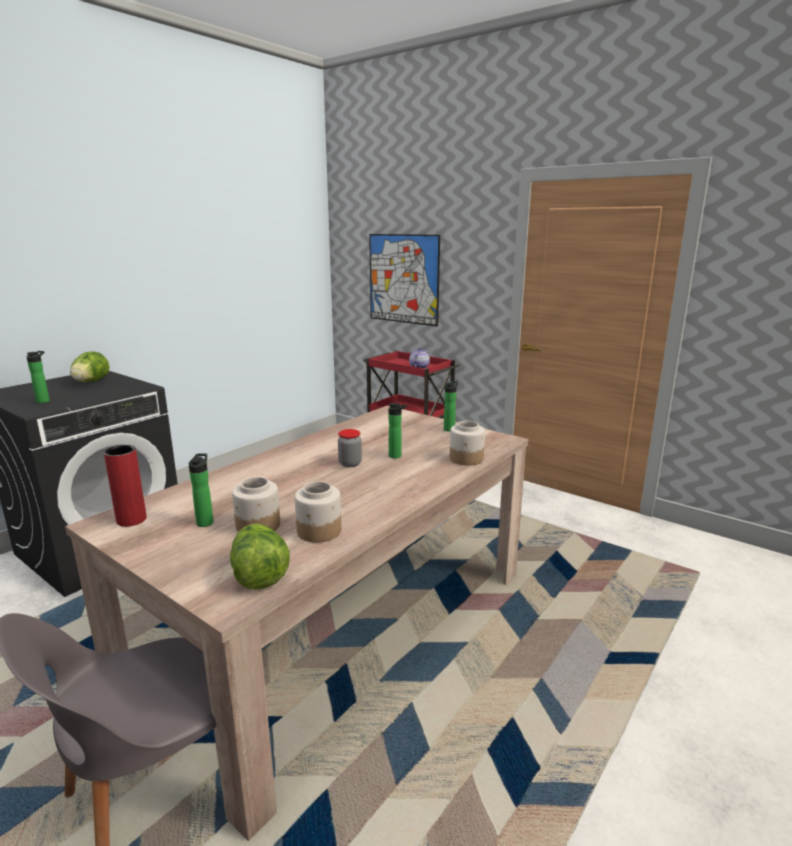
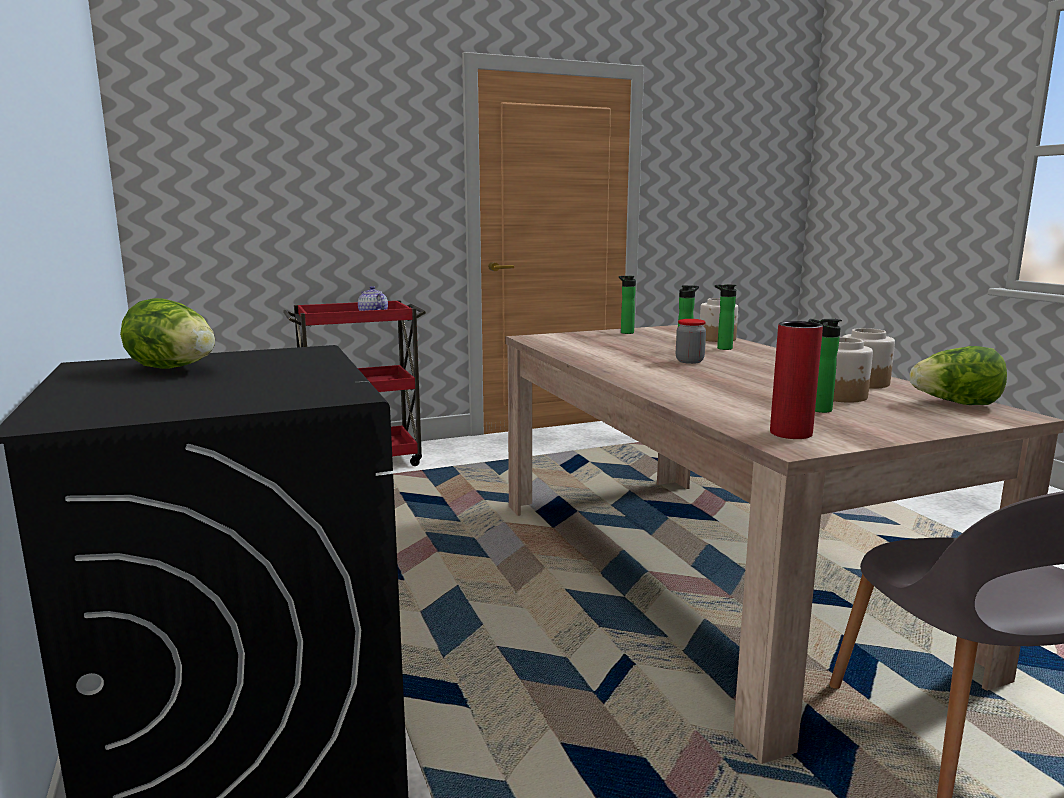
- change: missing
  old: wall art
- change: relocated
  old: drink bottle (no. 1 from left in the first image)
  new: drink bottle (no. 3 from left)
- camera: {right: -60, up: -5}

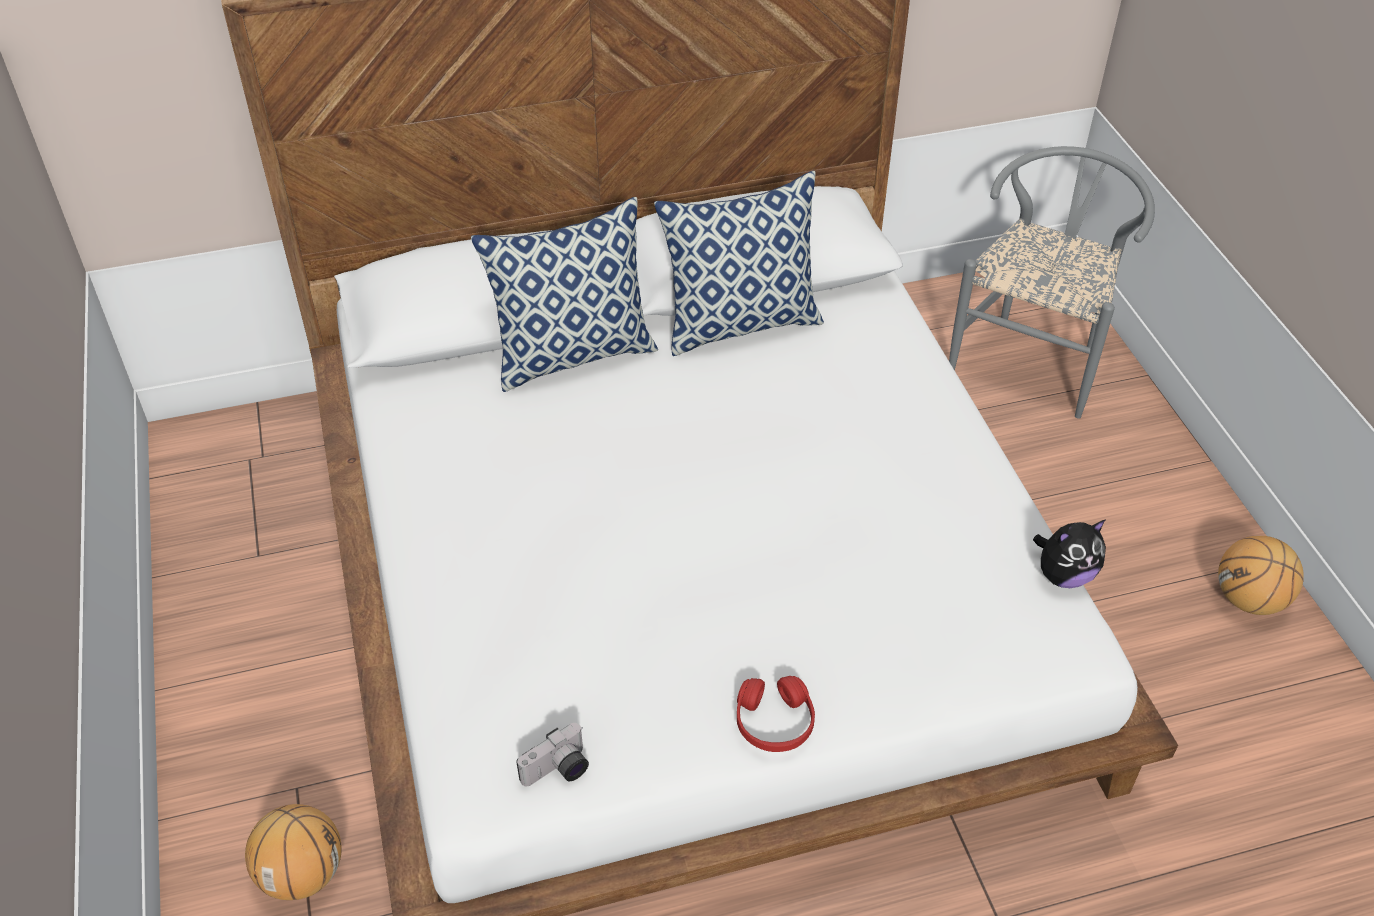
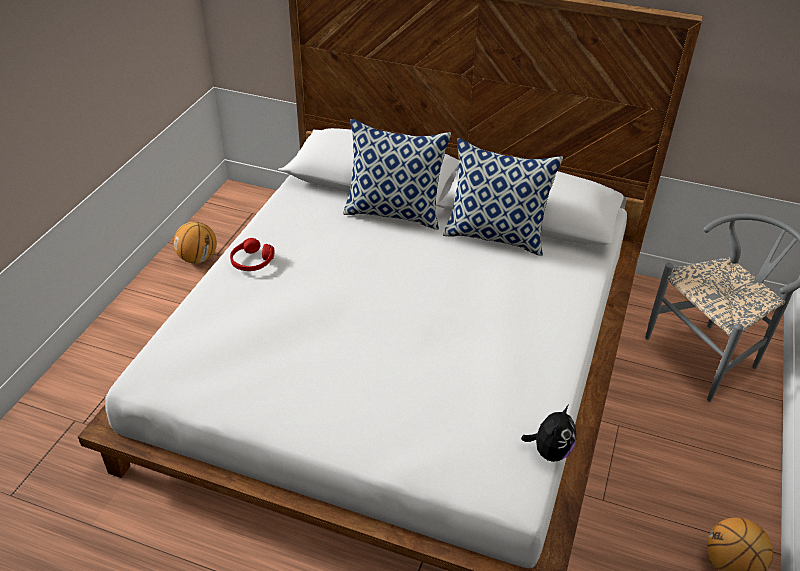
- change: spun
  old: soft toy
  degrees: -75
- change: relocated
  old: pair of headphones (red)
- change: missing
  old: photo camera
- change: relocated
  old: basketball (no. 1 from left)
- camera: {right: 35, up: -5}

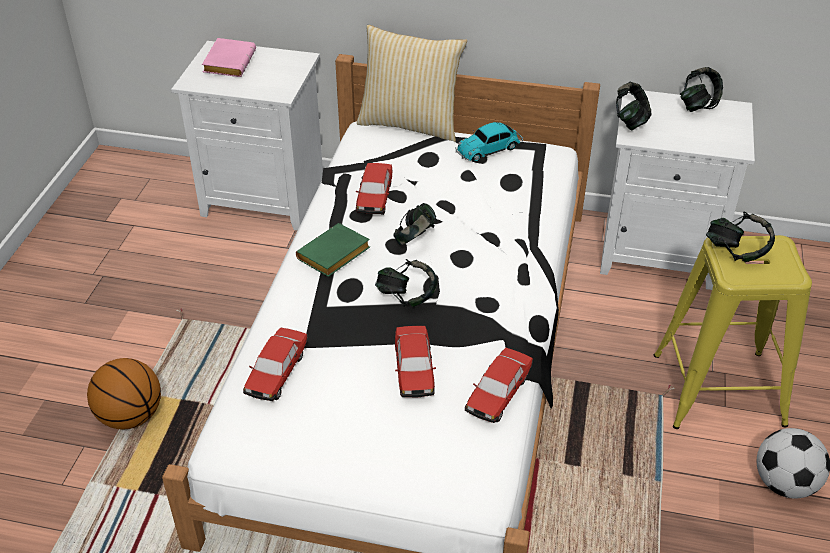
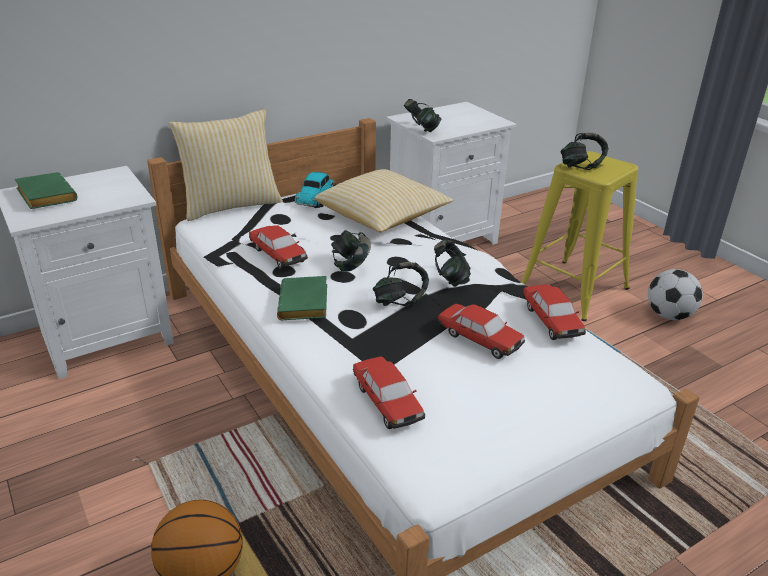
- change: colour
  old: book (pink)
  new: book (green-coloured) (no. 1 from left)
- change: relocated
  old: pair of headphones (no. 4 from left)
- change: appeared
  new: throw pillow (no. 2 from left)
- camera: {right: -45, up: -10}

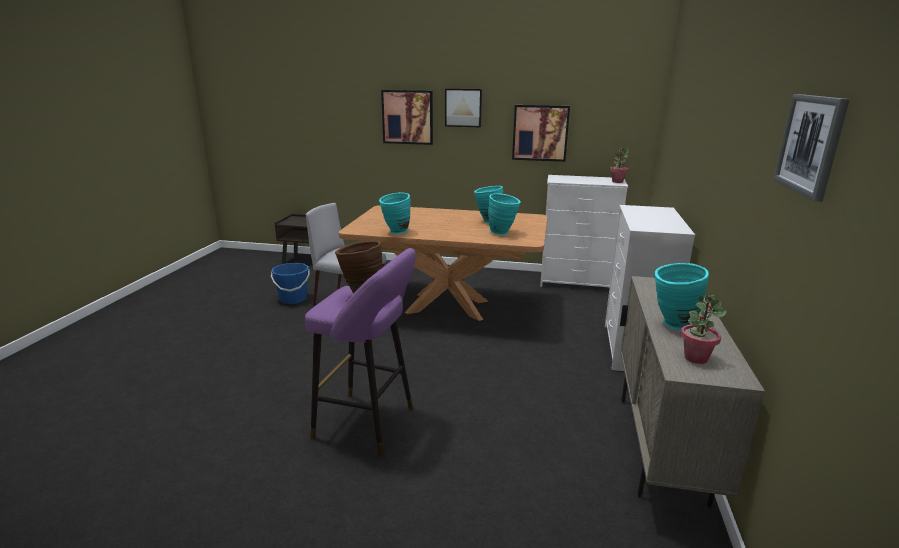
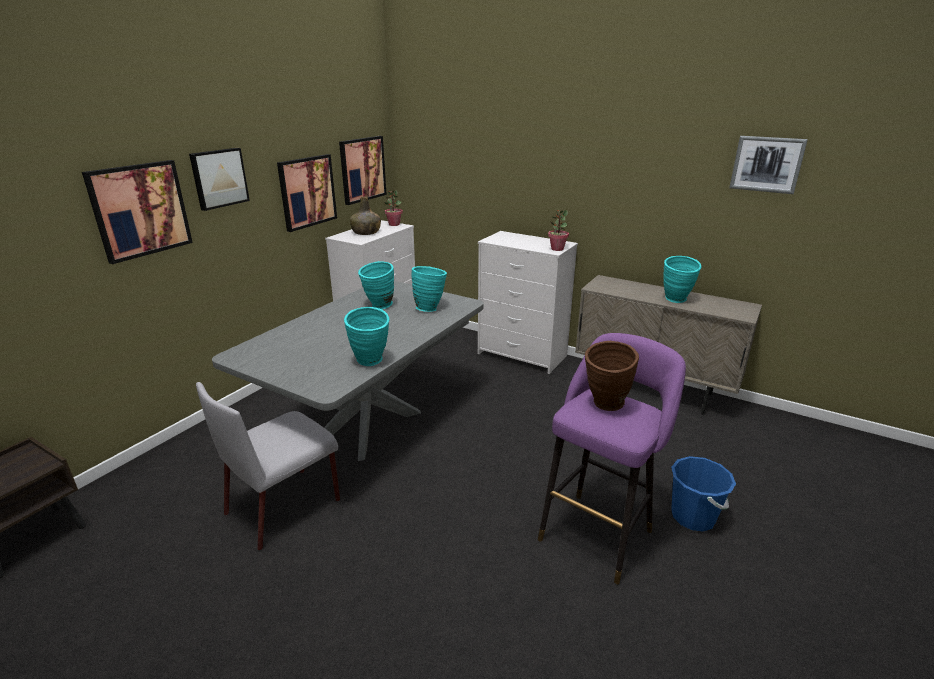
- change: colour
  old: dining table (brown)
  new: dining table (greyish)
- change: relocated
  old: bucket (bluish)
- change: relocated
  old: potted plant (no. 2 from left)
- change: appeared
  new: wall art (no. 4 from left)
- change: appeared
  new: drink bottle (green-coloured)
- camera: {right: -70, up: 5}

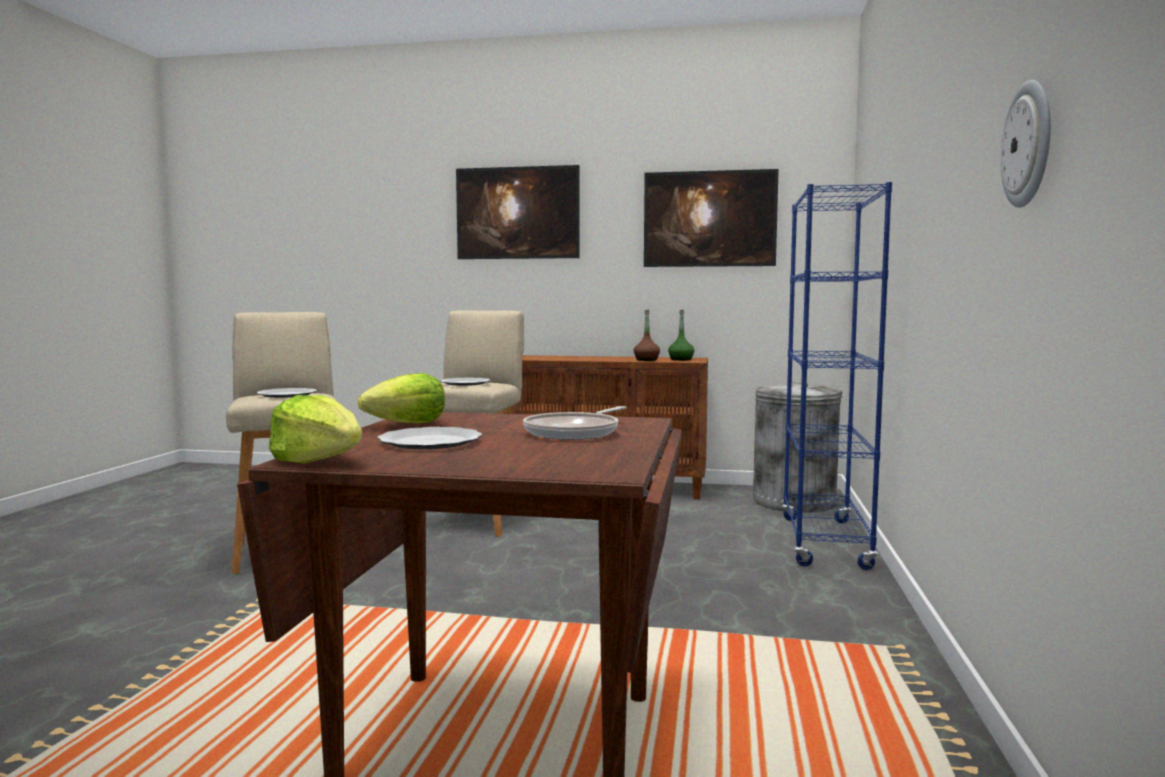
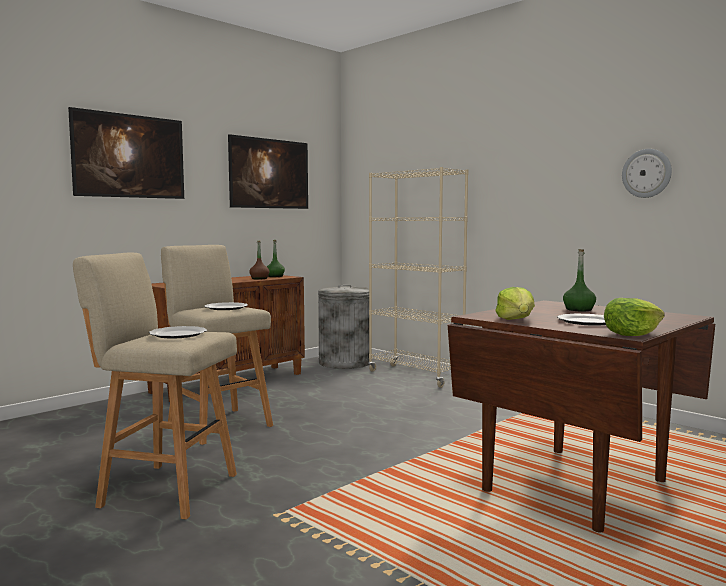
- change: colour
  old: bookcase (bluish)
  new: bookcase (beige)
- change: exchanged
  old: pan
  new: drink bottle (green-coloured) (no. 2 from left)
- camera: {right: -55, up: 0}

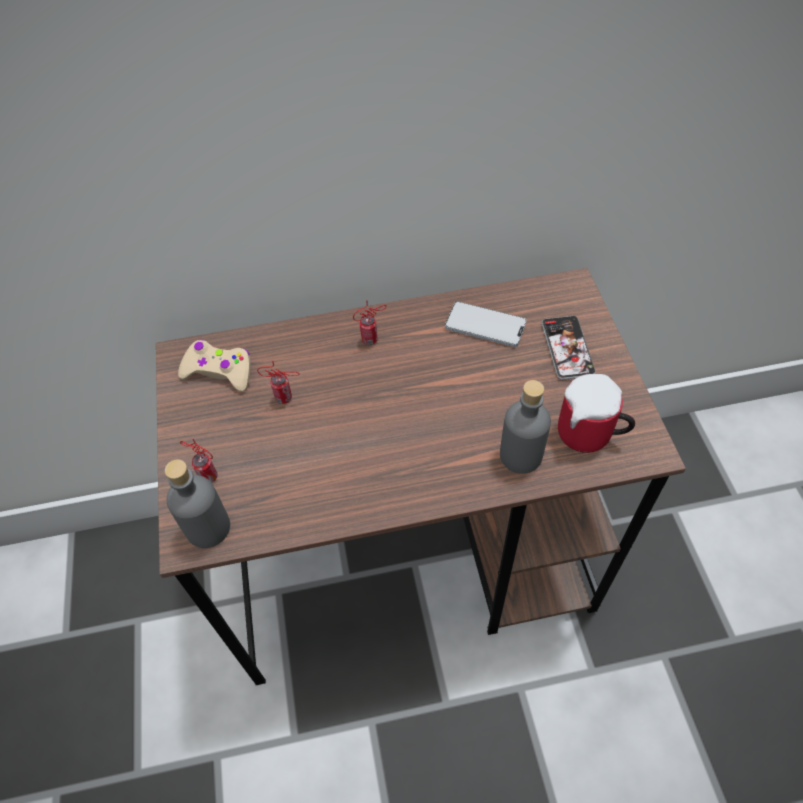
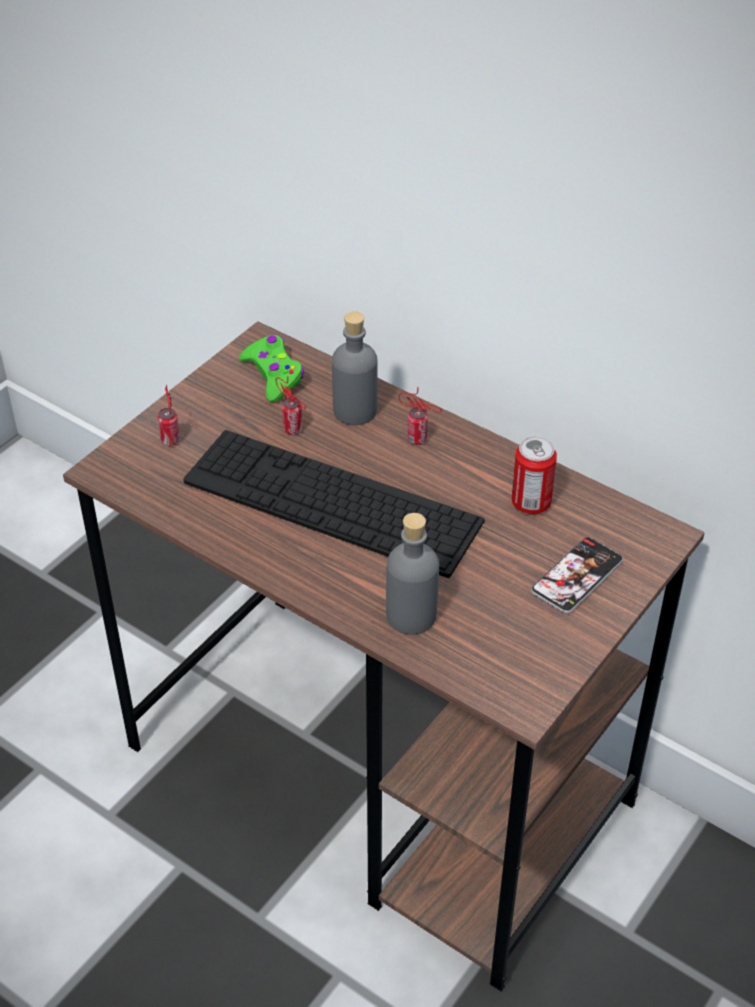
- change: exchanged
  old: phone (no. 1 from left)
  new: can (no. 4 from left)
- change: colour
  old: gamepad (beige)
  new: gamepad (green-coloured)
- change: missing
  old: mug
- change: relocated
  old: drink bottle (greyish) (no. 1 from left)
- change: appeared
  new: computer keyboard
- camera: {right: 45, up: -10}

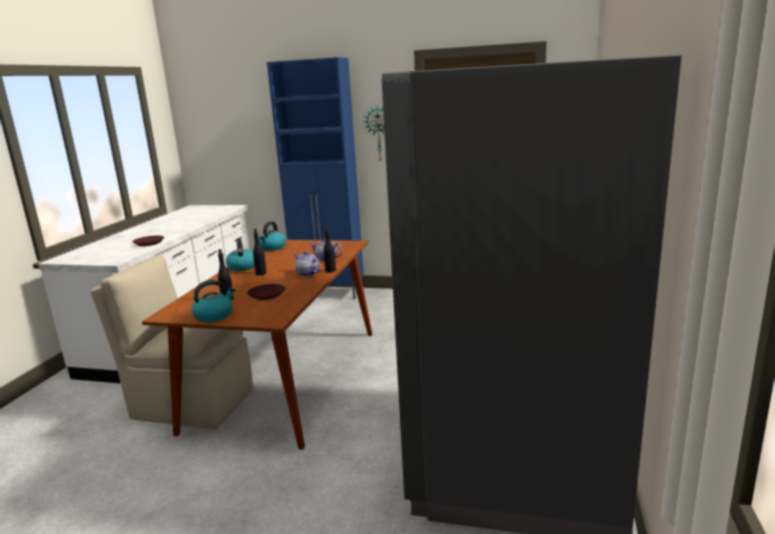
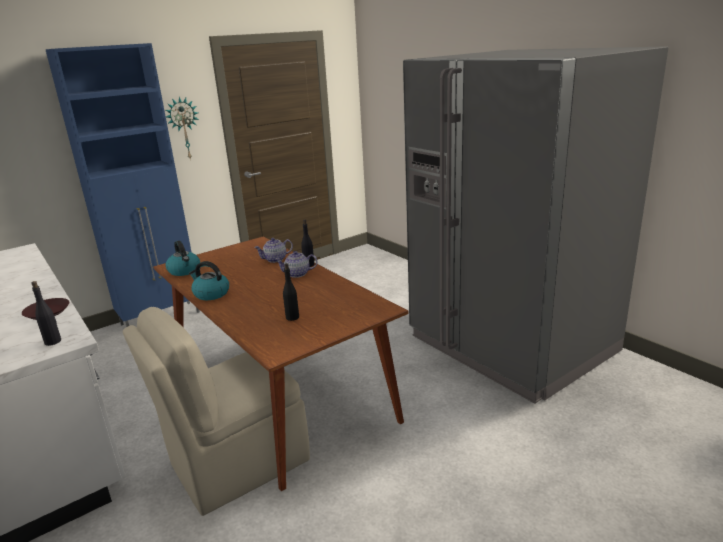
- change: relocated
  old: drink bottle (black-coloured) (no. 2 from left in the first image)
  new: drink bottle (black-coloured) (no. 1 from left)
- change: missing
  old: kettle (no. 1 from left)
- change: missing
  old: plate (brown) (no. 2 from left)
- camera: {right: -50, up: 5}

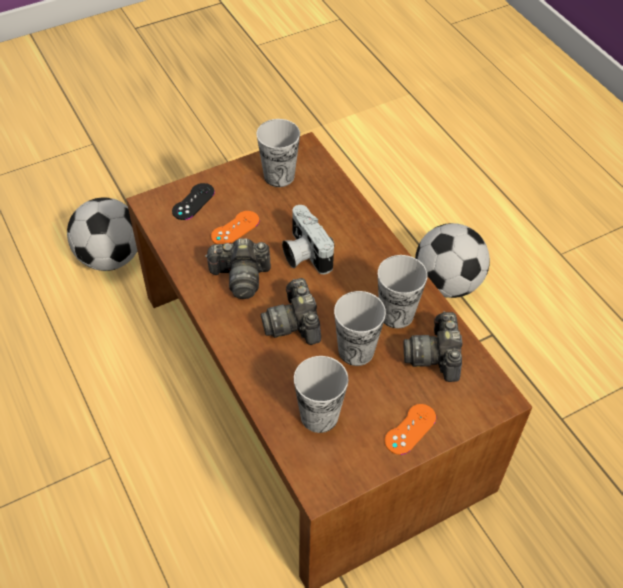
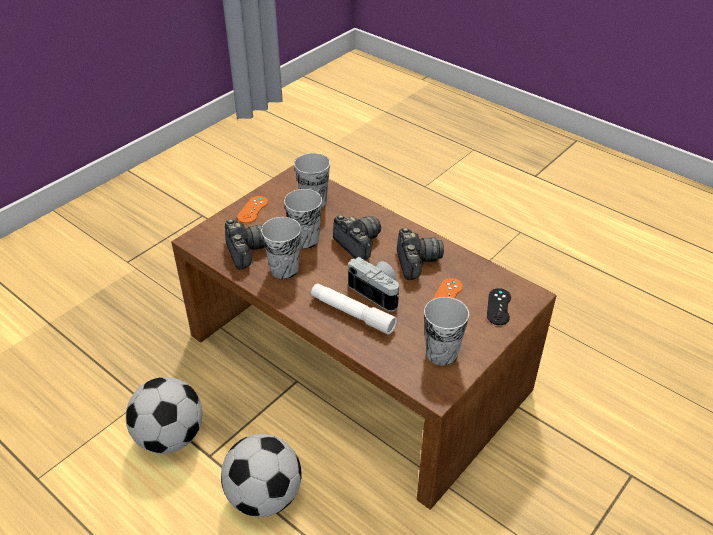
- change: relocated
  old: ball for football (no. 1 from left)
- change: spun
  old: photo camera (no. 1 from left in the first image)
  degrees: 105
- change: appeared
  new: hand torch (white-coloured)
- camera: {right: 160, up: -10}

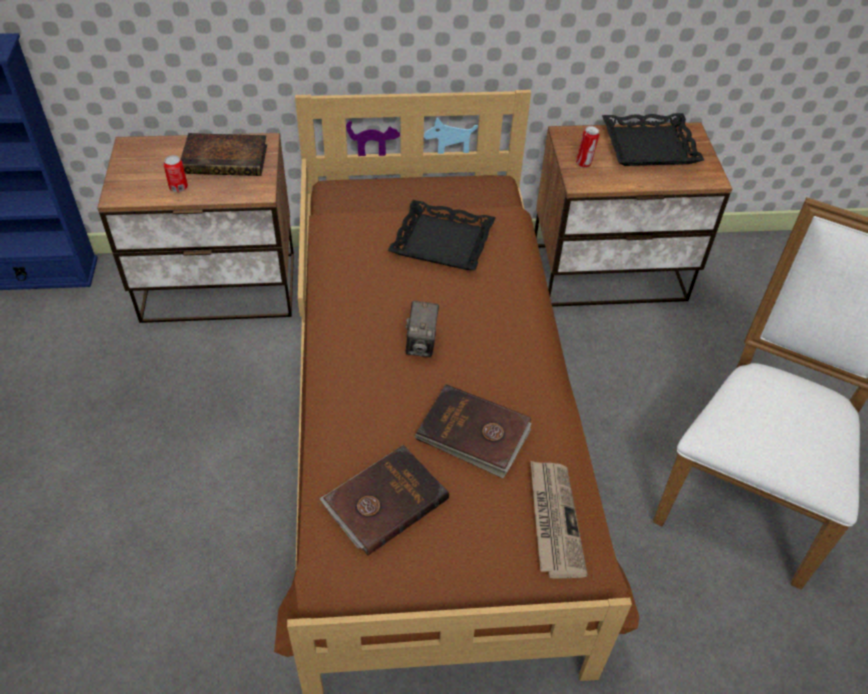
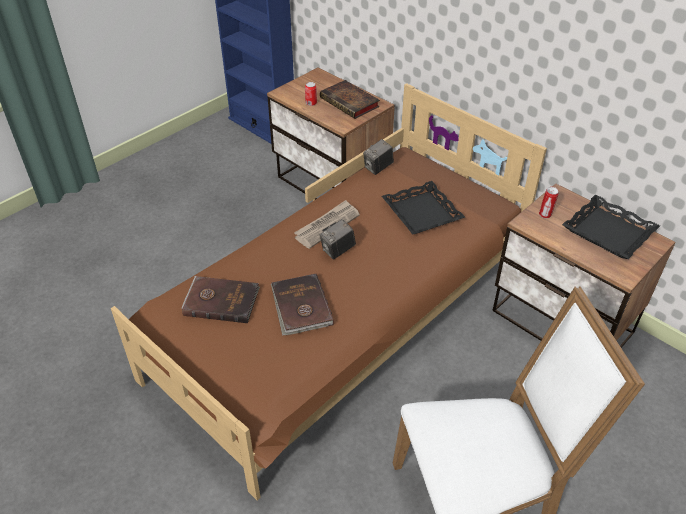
- change: relocated
  old: daily paper
- change: appeared
  new: photo camera (no. 2 from left)
- camera: {right: 50, up: -5}

